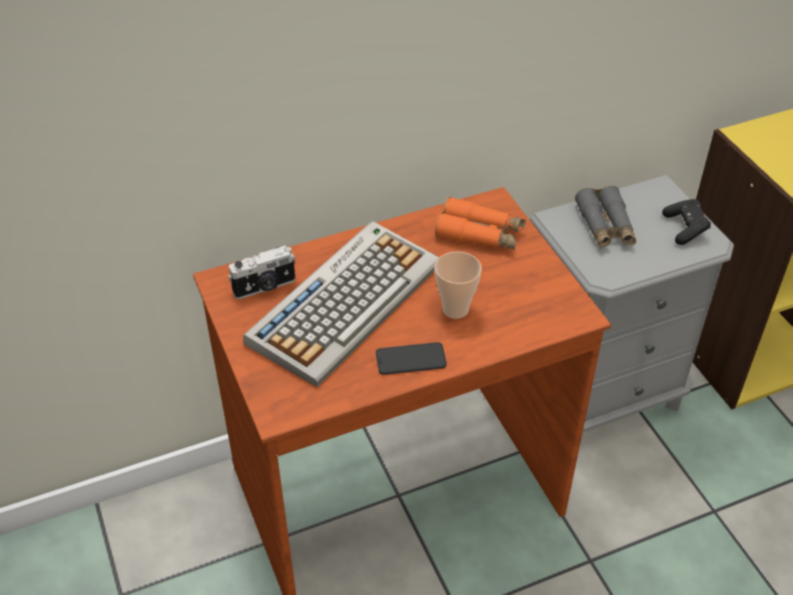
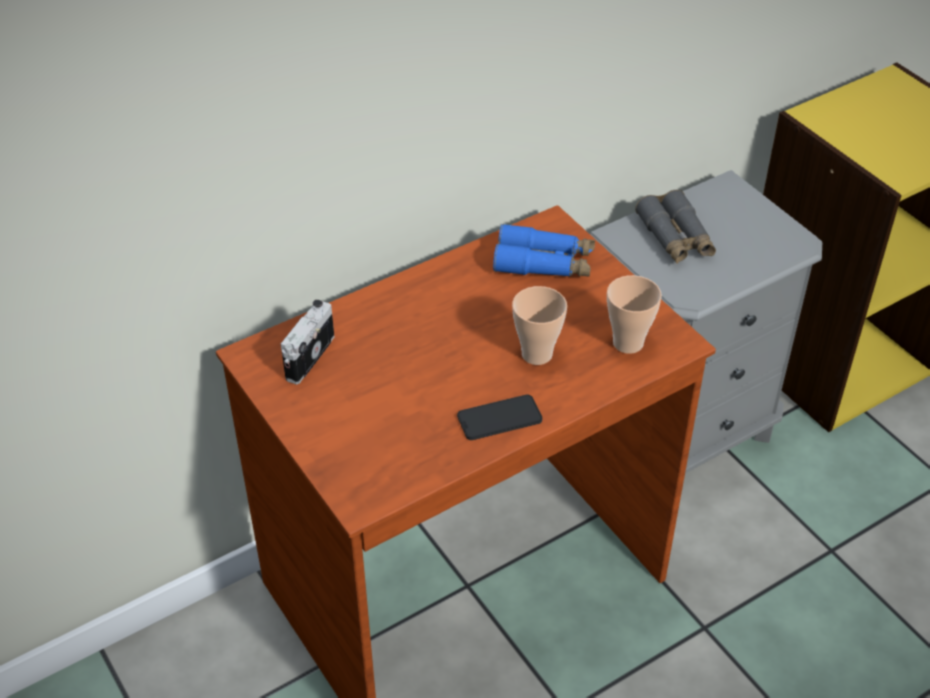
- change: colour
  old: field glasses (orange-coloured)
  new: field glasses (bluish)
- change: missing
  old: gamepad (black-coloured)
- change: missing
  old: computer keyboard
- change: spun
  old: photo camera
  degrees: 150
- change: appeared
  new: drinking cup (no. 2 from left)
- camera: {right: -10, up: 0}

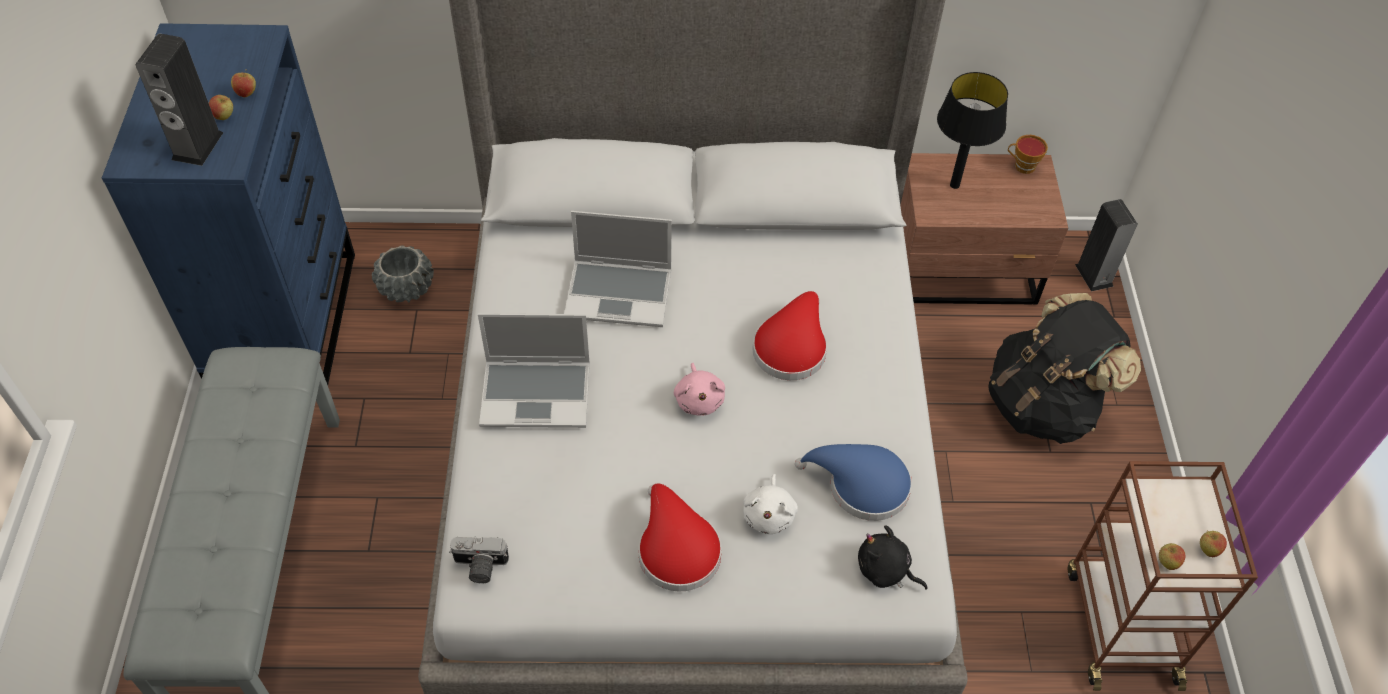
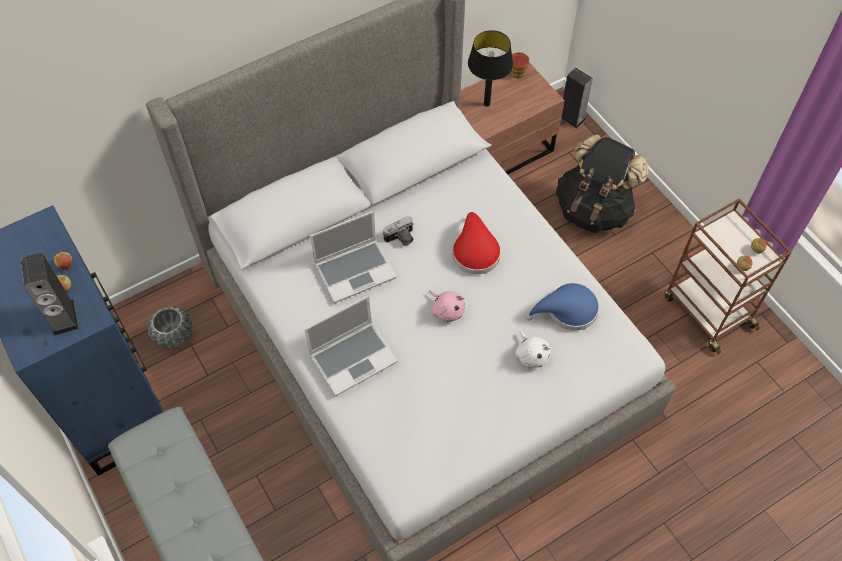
- change: missing
  old: wearable hat (red) (no. 1 from left)
- change: missing
  old: soft toy (black-coloured)
- change: relocated
  old: photo camera
- camera: {right: -30, up: 5}

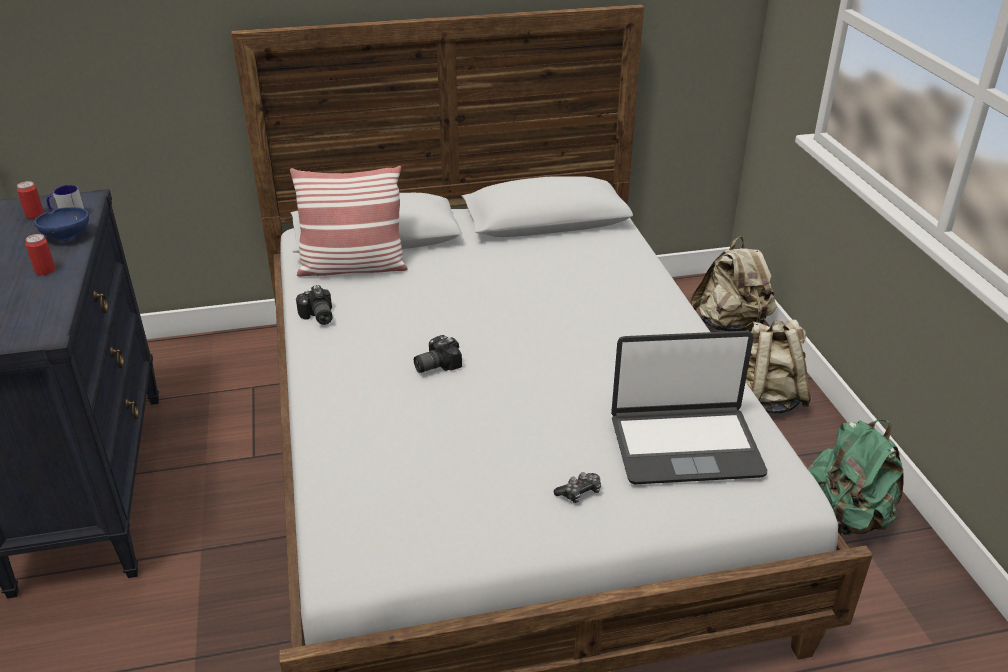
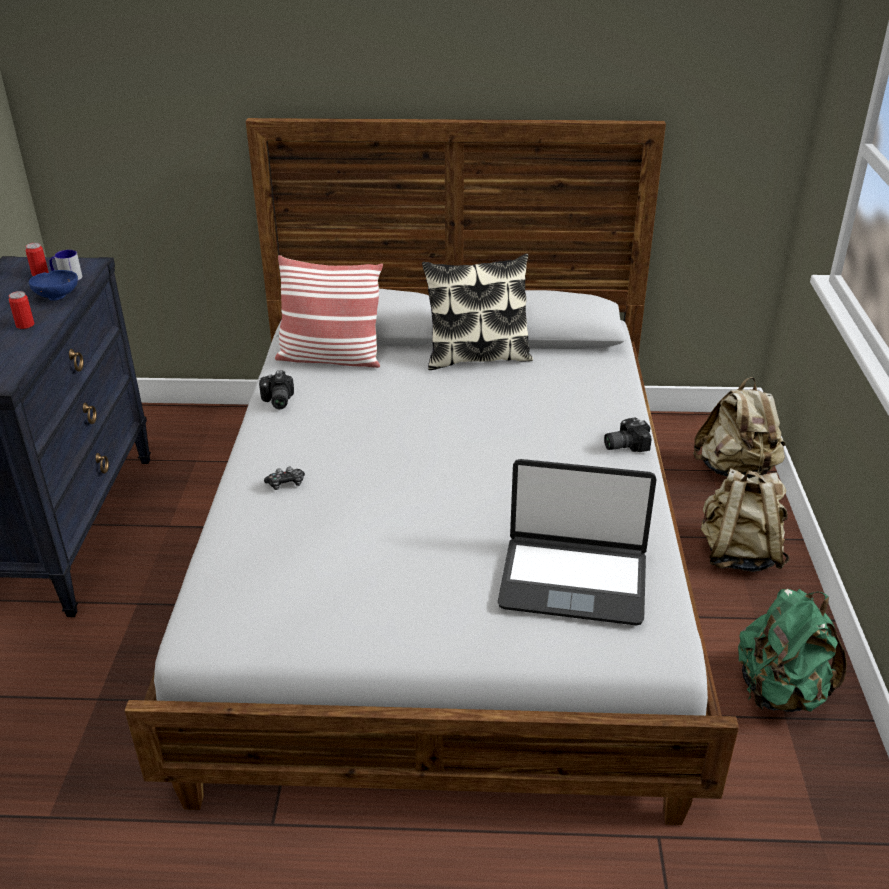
- change: relocated
  old: photo camera (no. 2 from left)
- change: relocated
  old: gamepad
- change: appeared
  new: throw pillow (no. 2 from left)
- camera: {right: 15, up: 0}

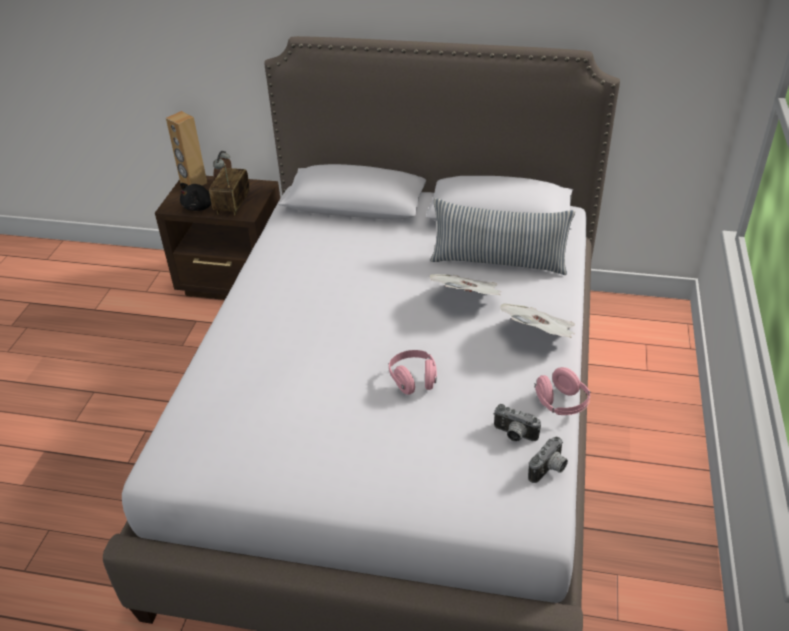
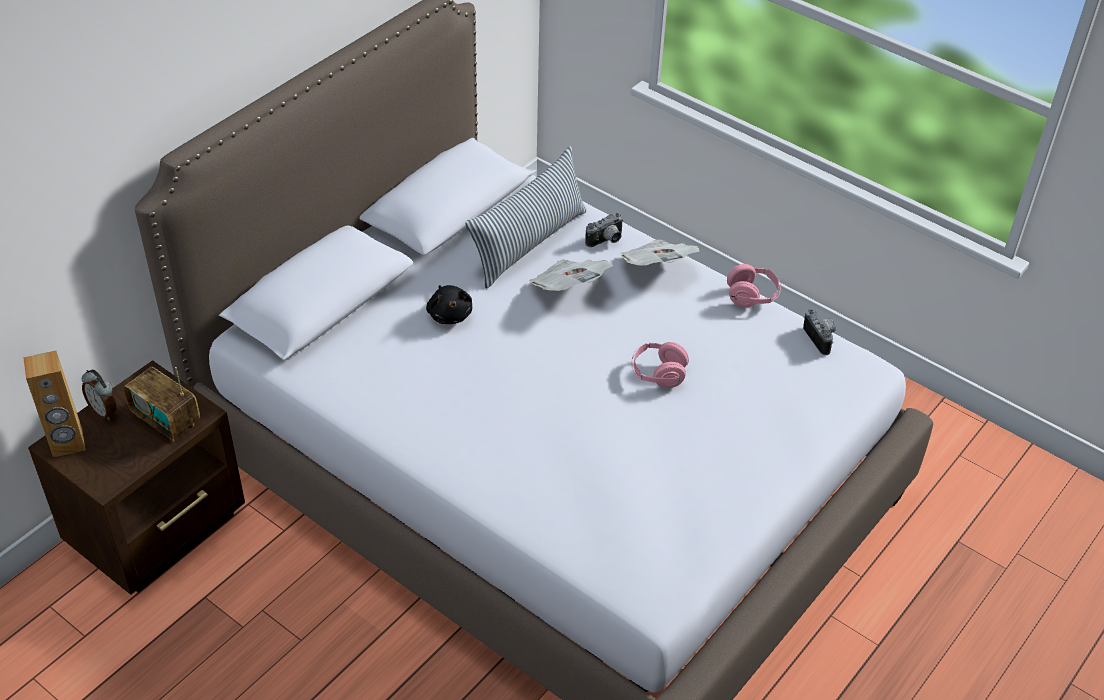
- change: relocated
  old: soft toy (black-coloured)
- change: relocated
  old: photo camera (no. 1 from left)
- camera: {right: -65, up: 5}

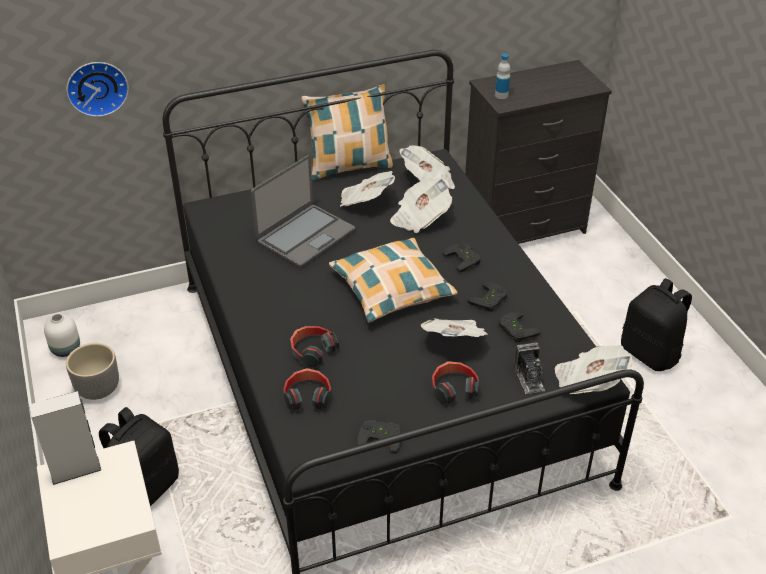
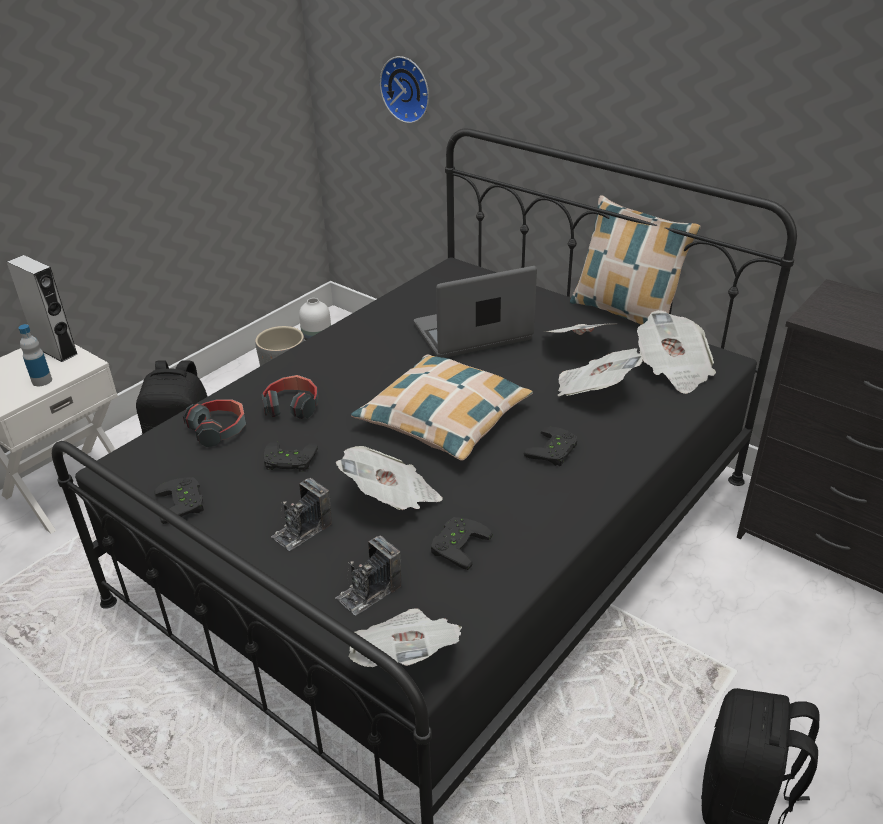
- change: relocated
  old: drink bottle
- change: spun
  old: portable computer
  degrees: 150
- change: relocated
  old: gamepad (black-coloured) (no. 3 from left in the first image)
  new: gamepad (black-coloured) (no. 2 from left)
- change: exchanged
  old: pair of headphones (no. 3 from left)
  new: photo camera (no. 1 from left)
- camera: {right: 60, up: -5}

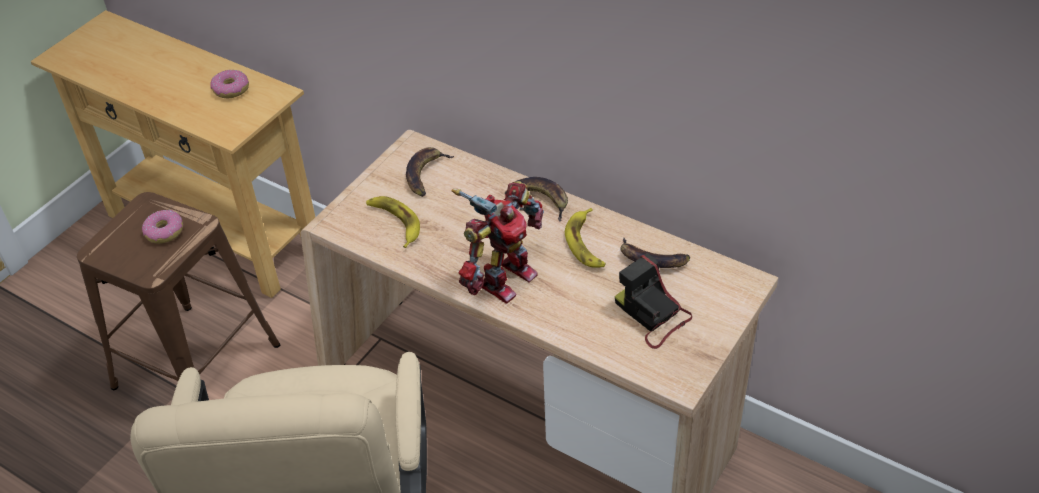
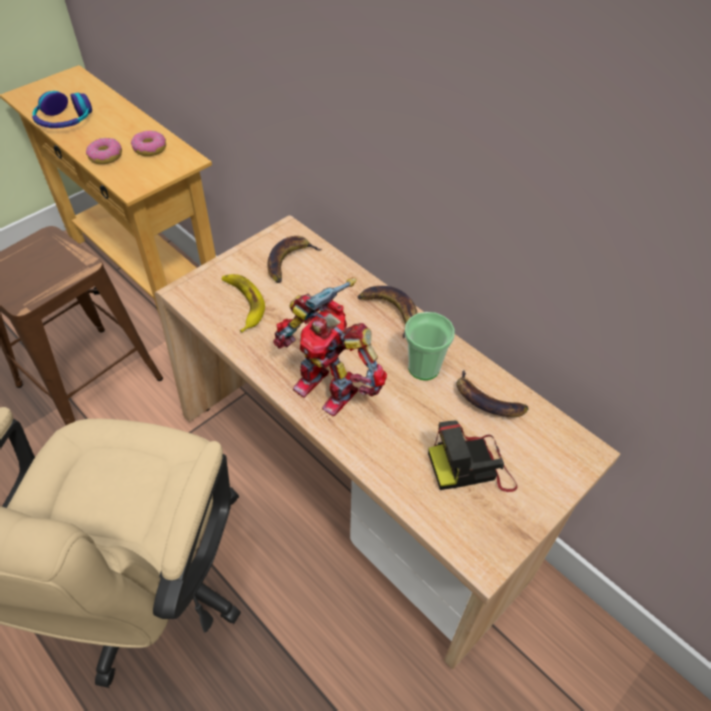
- change: spun
  old: model robot
  degrees: 75
- change: exchanged
  old: whole banana (no. 4 from left)
  new: drinking cup
- change: relocated
  old: donut (no. 1 from left)
- change: spun
  old: photo camera
  degrees: -75
- change: appeared
  new: pair of headphones
- camera: {right: 10, up: 5}

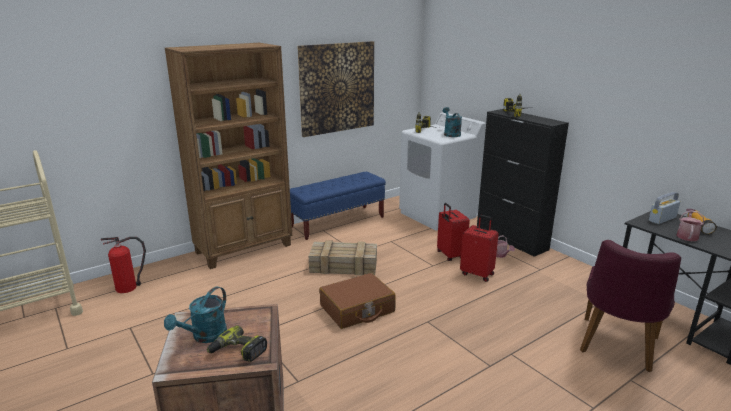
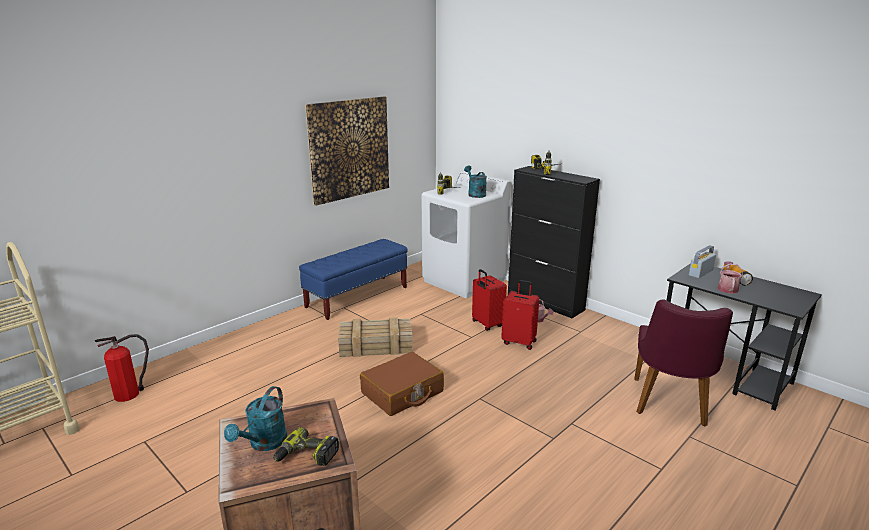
- change: missing
  old: bookcase (brown)
- camera: {right: -10, up: 0}

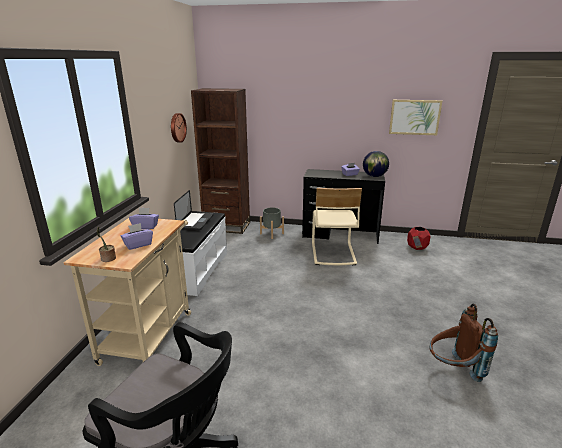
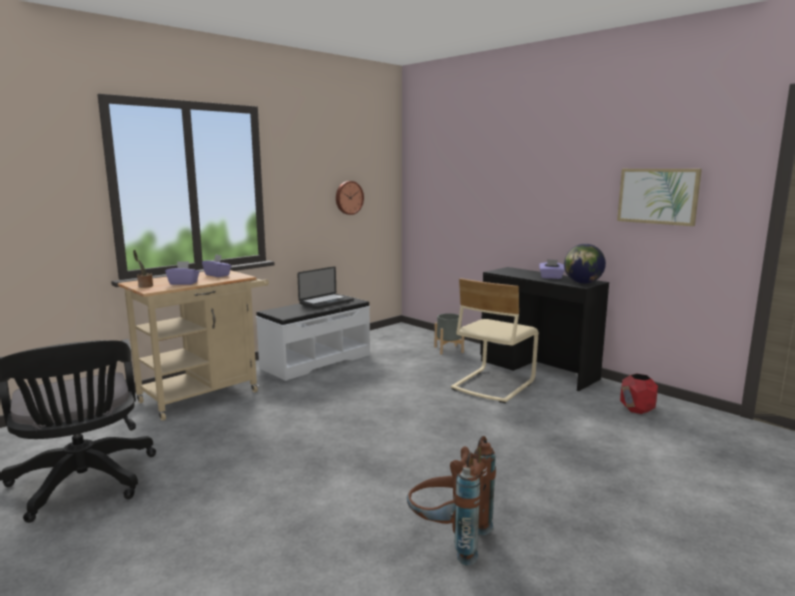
- change: missing
  old: bookcase (brown)
- camera: {right: 35, up: -10}

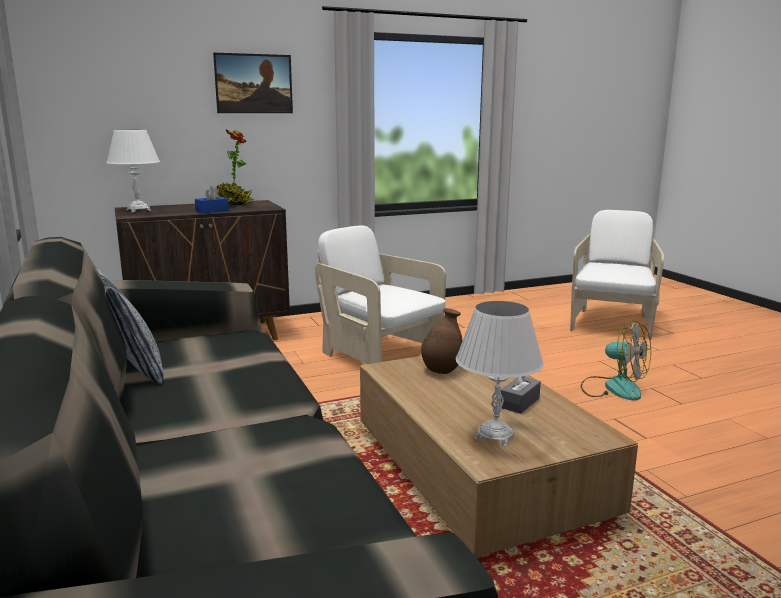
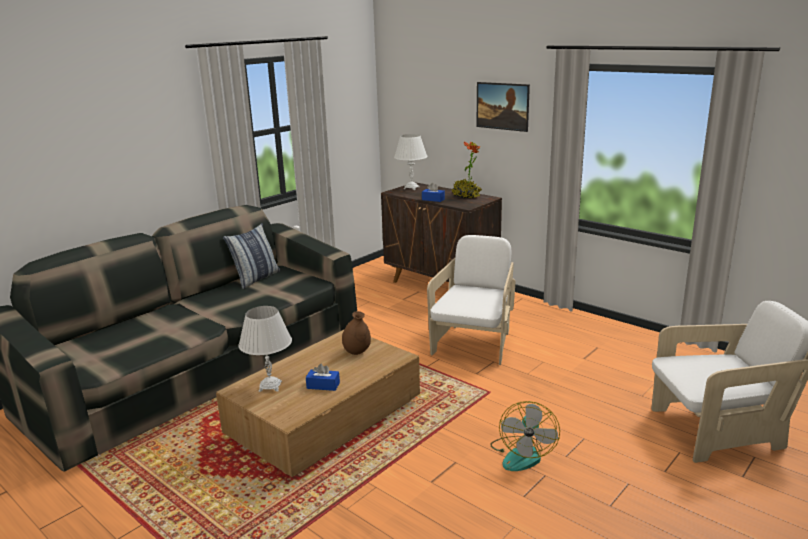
- change: colour
  old: tissue box (greyish)
  new: tissue box (bluish) (no. 1 from left)
- camera: {right: 65, up: 5}

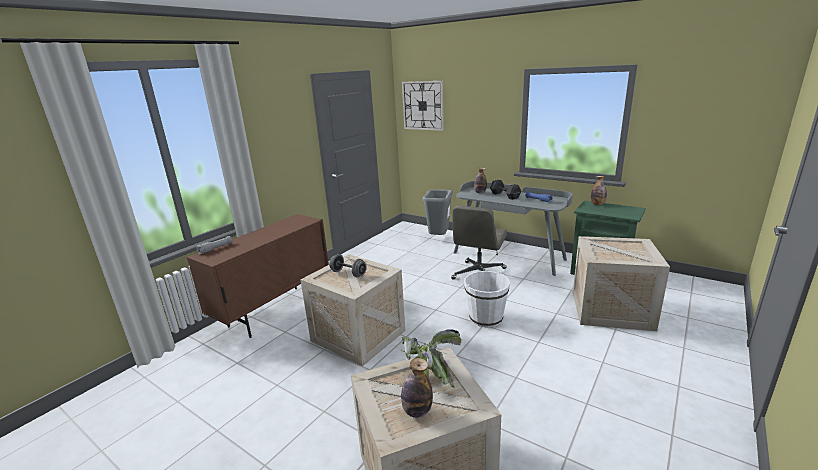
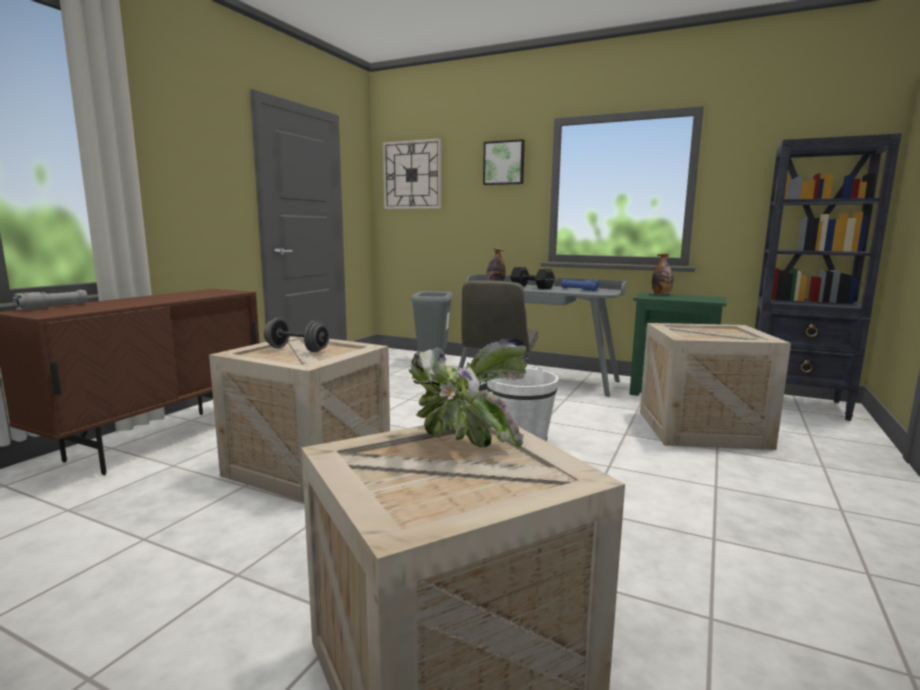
- change: missing
  old: drink bottle (no. 1 from left)
- change: appeared
  new: bookcase (black-coloured)
- change: appeared
  new: wall art
- camera: {right: -10, up: -10}

